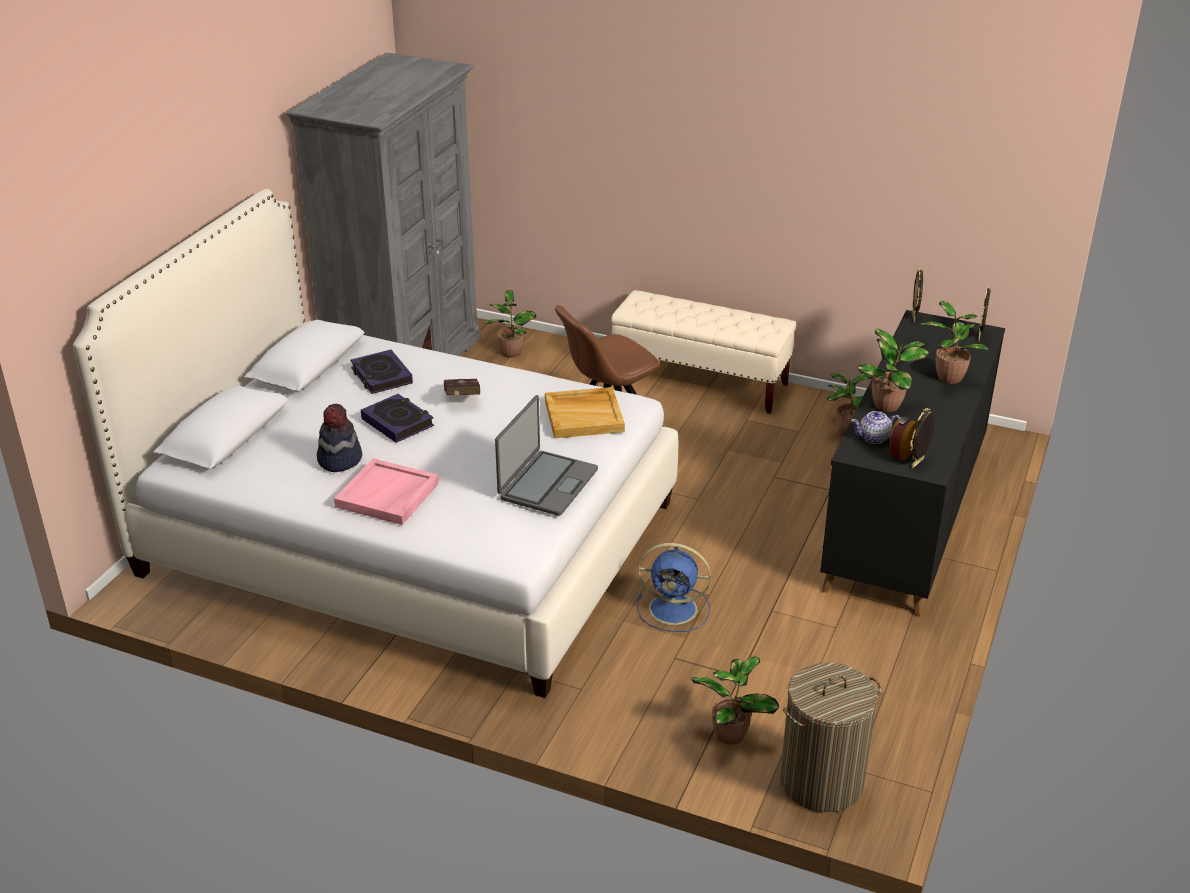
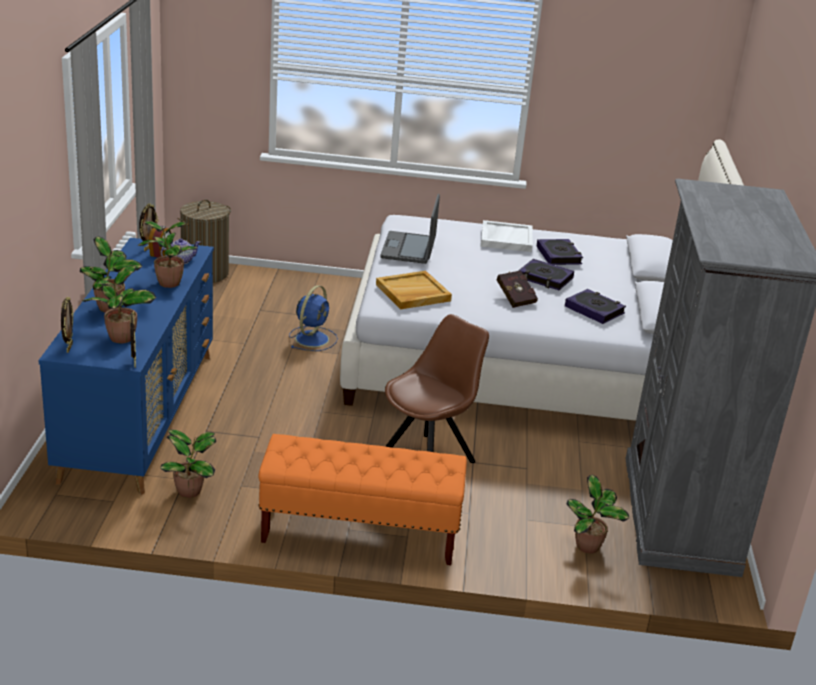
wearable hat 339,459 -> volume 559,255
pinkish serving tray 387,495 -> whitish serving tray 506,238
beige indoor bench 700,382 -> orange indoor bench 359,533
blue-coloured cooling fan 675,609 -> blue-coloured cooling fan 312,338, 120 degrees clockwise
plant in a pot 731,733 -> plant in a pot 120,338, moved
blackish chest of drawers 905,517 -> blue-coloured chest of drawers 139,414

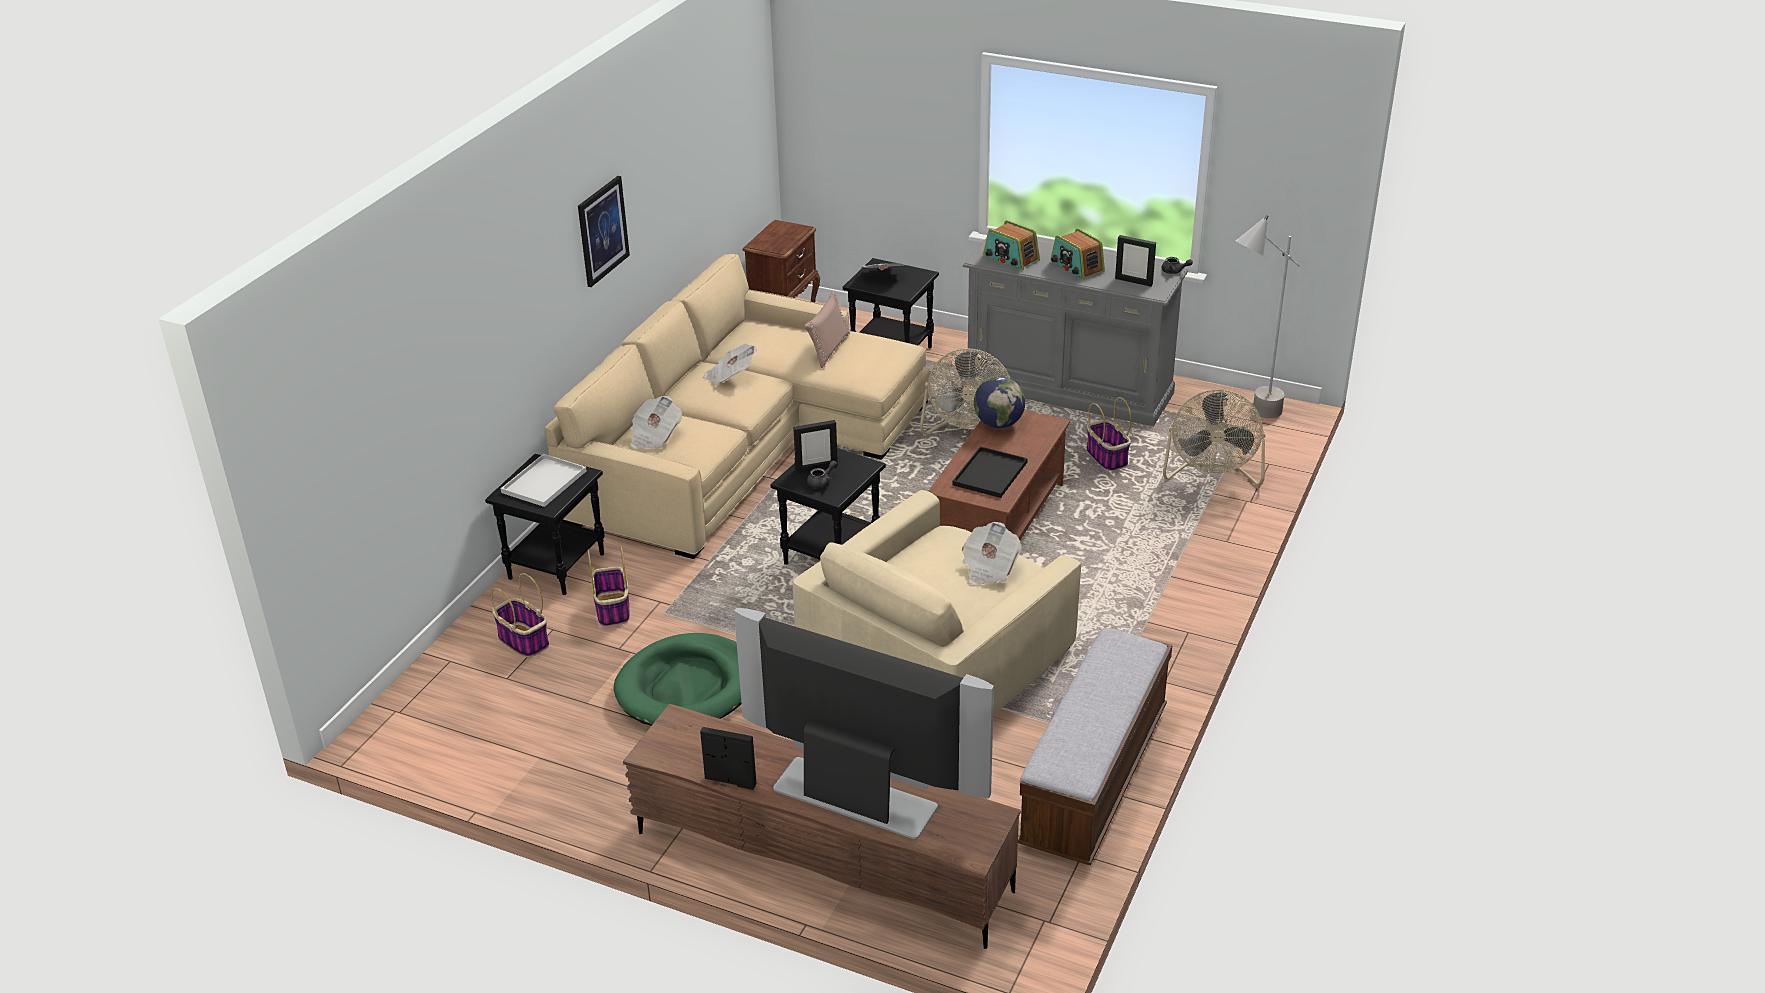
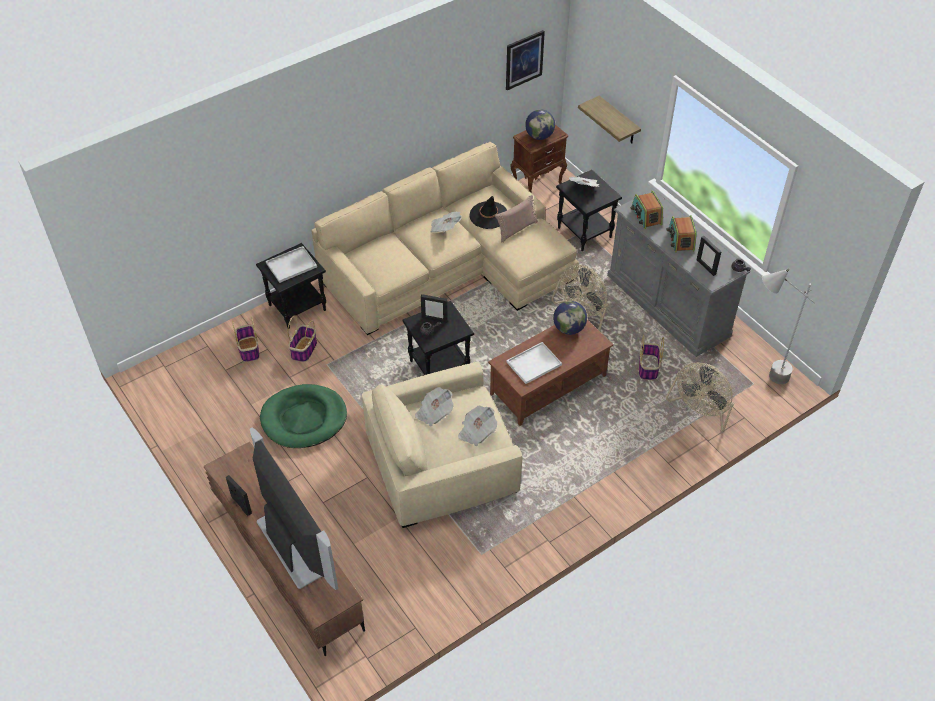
wall art 602,231 -> wall art 524,60, moved
newspaper 654,436 -> newspaper 434,413, moved
blackish serving tray 990,474 -> whitish serving tray 533,364
indoor bench 1094,778 -> none
none -> blackish wearable hat 488,215
none -> world globe 539,136
none -> wall shelf 618,121

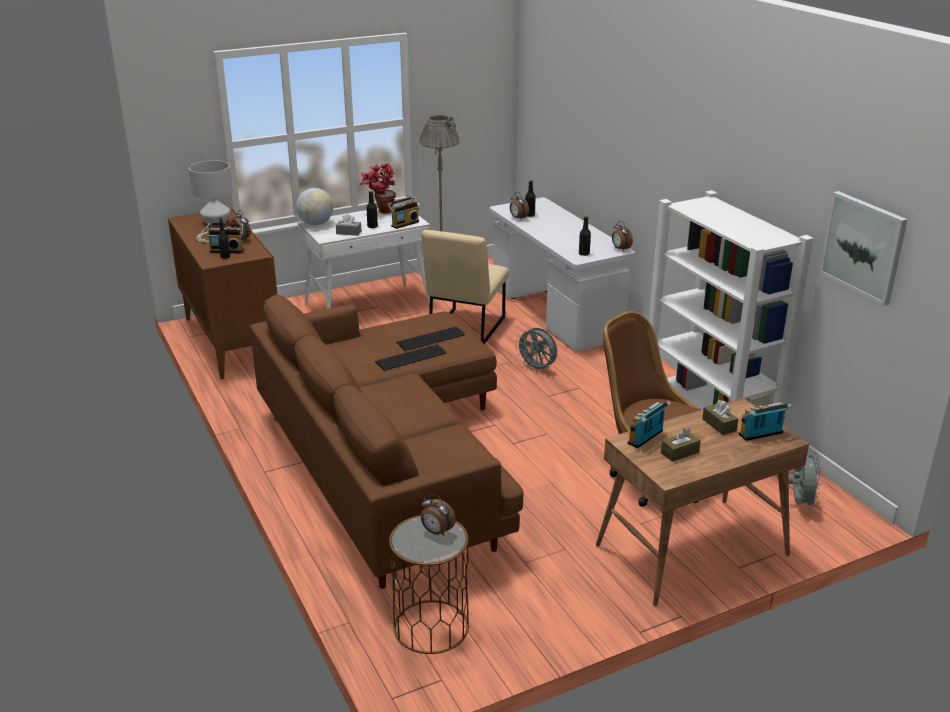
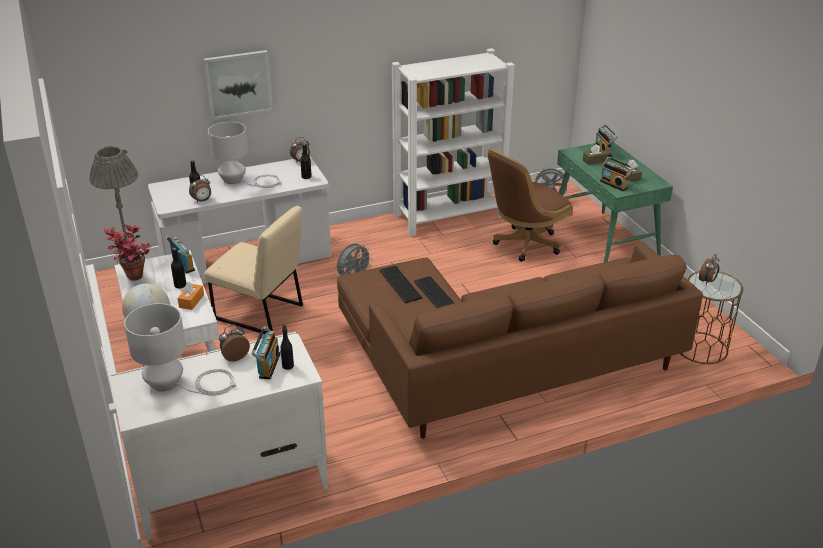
brown-coloured cabinet 231,341 -> whitish cabinet 231,487
greyish tissue box 348,232 -> orange tissue box 191,301
brown-coloured desk table 691,551 -> green desk table 603,243
wall art 863,247 -> wall art 238,84, moved
none -> greyish lamp for a table 246,180

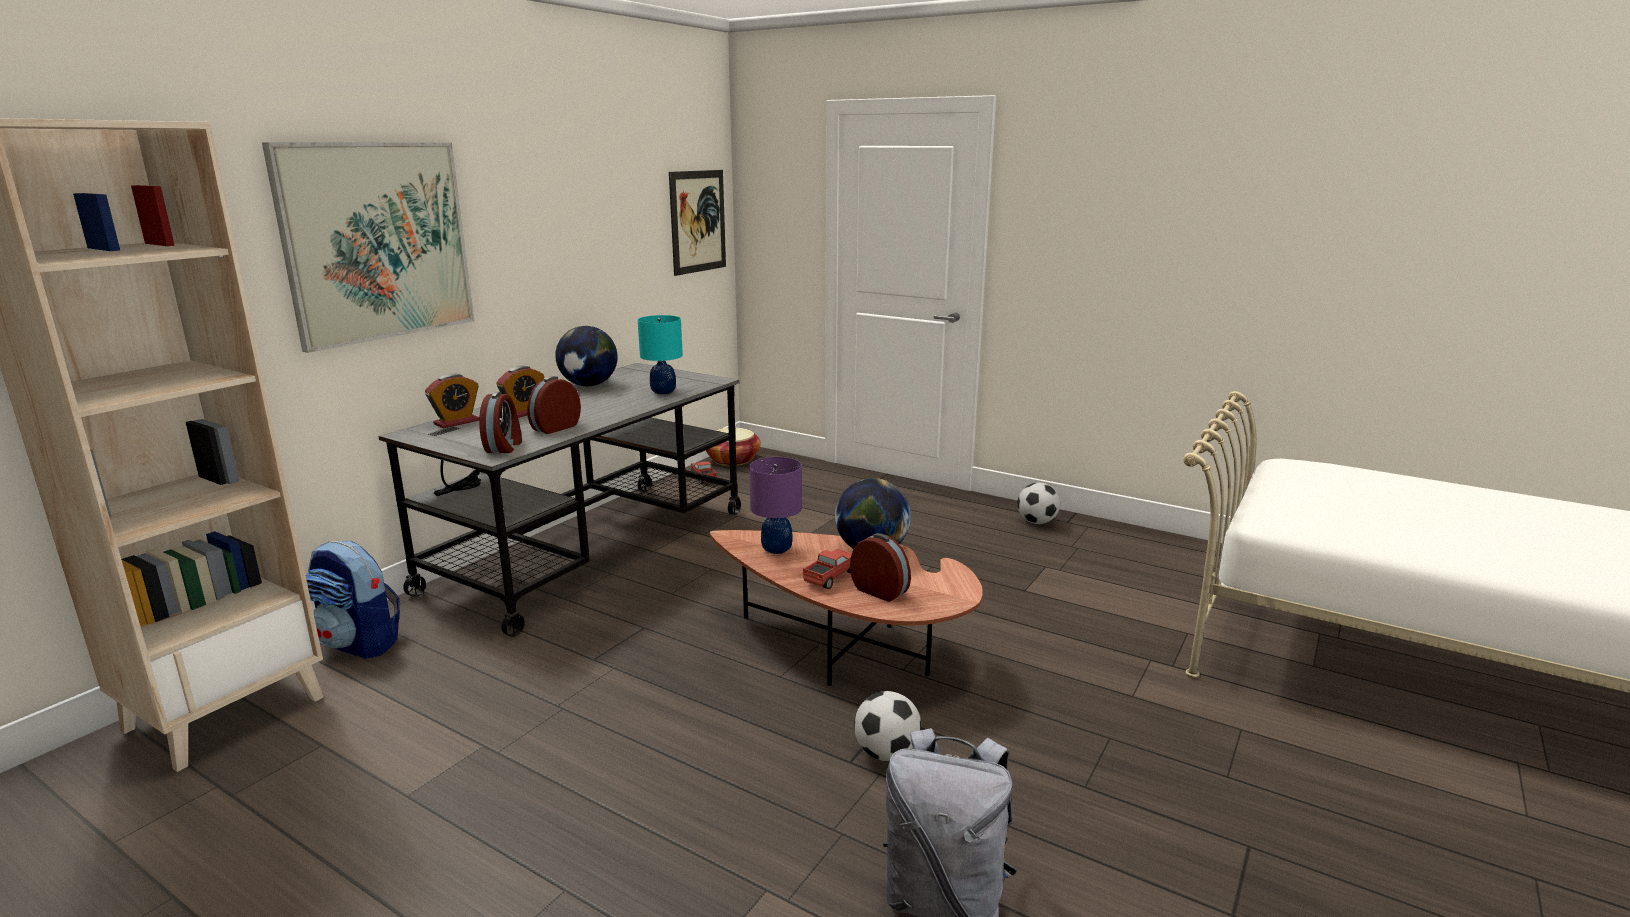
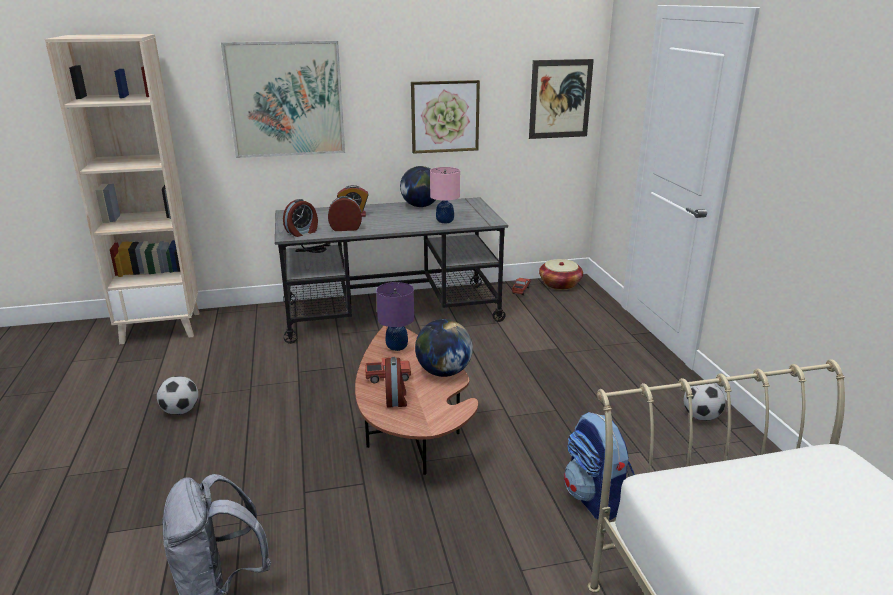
backpack 360,644 -> backpack 595,498, moved
table clock 456,422 -> none
turquoise-coloured lamp for a table 662,393 -> pinkish lamp for a table 444,222
football ball 886,753 -> football ball 180,411, moved
none -> wall art 445,116

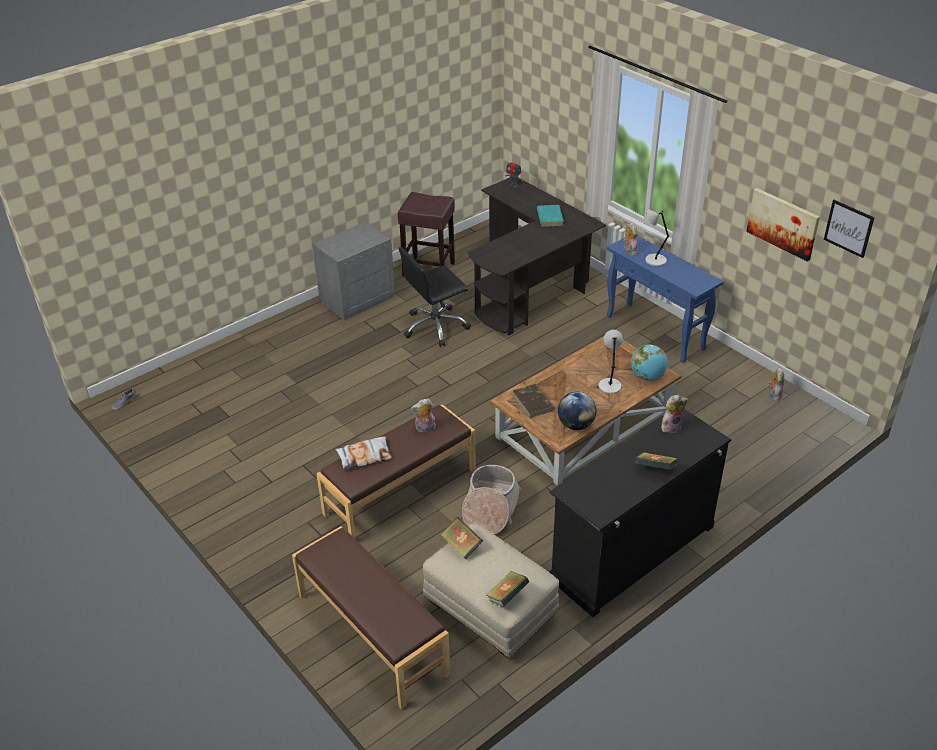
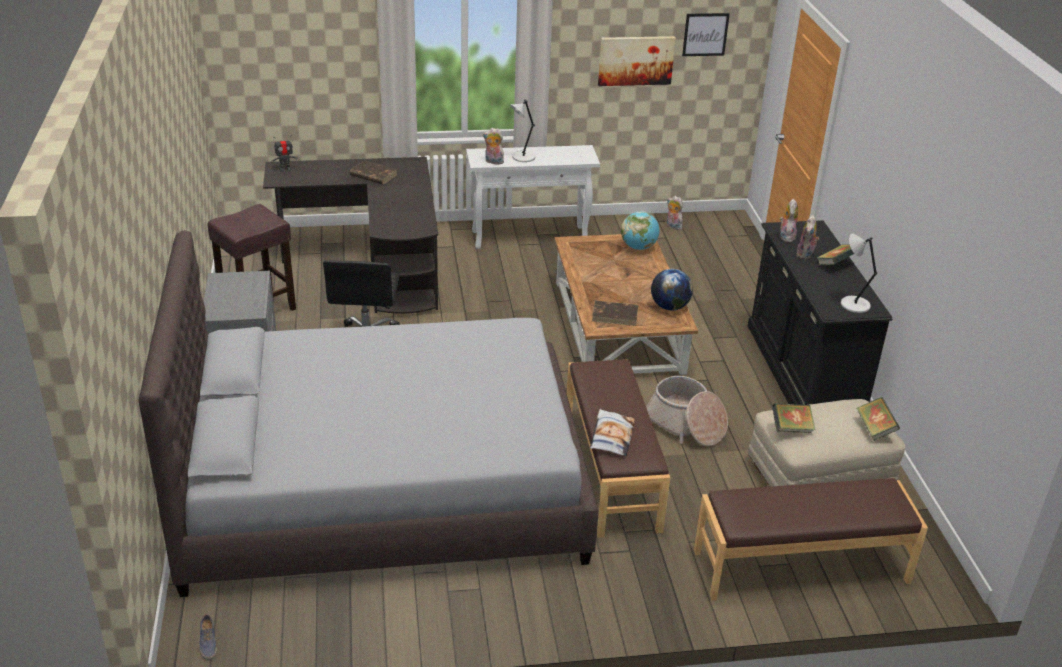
plush toy 425,429 -> plush toy 806,255, moved
turquoise-coloured volume 549,217 -> brown-coloured volume 373,175
greyish lamp for a table 609,385 -> greyish lamp for a table 853,304, moved
blue-coloured hall table 656,333 -> whitish hall table 530,237
none -> greyish sleeping bed 382,485

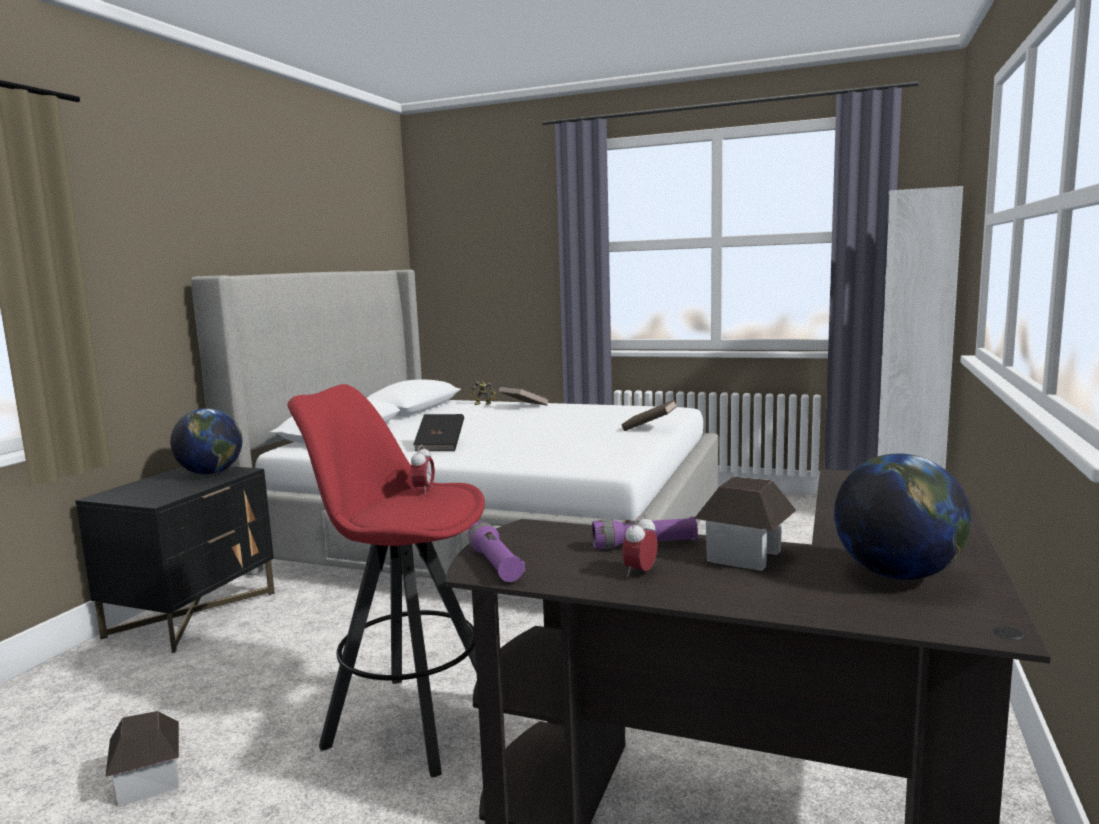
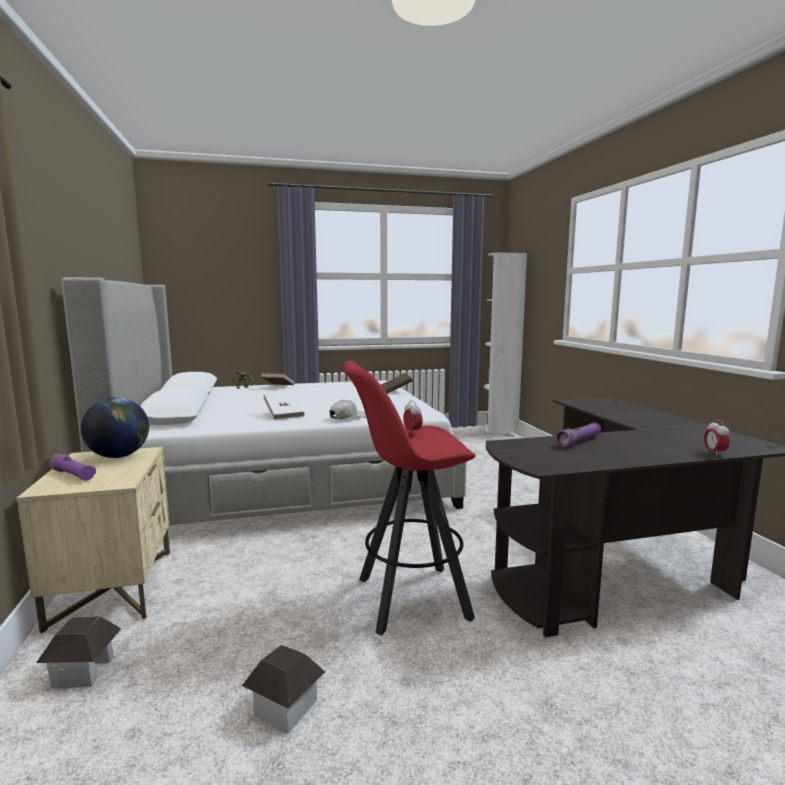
blackish nightstand 193,614 -> beige nightstand 113,587
blackish volume 440,446 -> whitish volume 284,414
purple flashlight 495,564 -> purple flashlight 72,475, moved
table clock 640,572 -> table clock 714,453, moved
model house 744,556 -> model house 84,671, moved
world globe 897,575 -> none
none -> whitish baseball cap 347,417

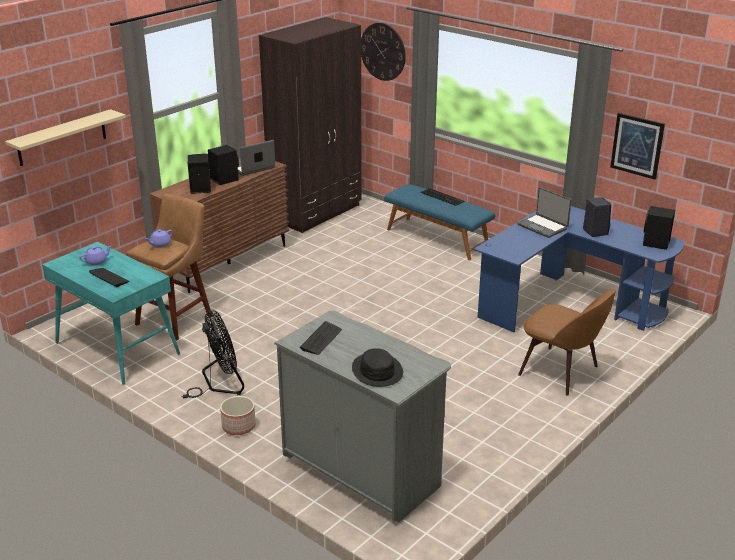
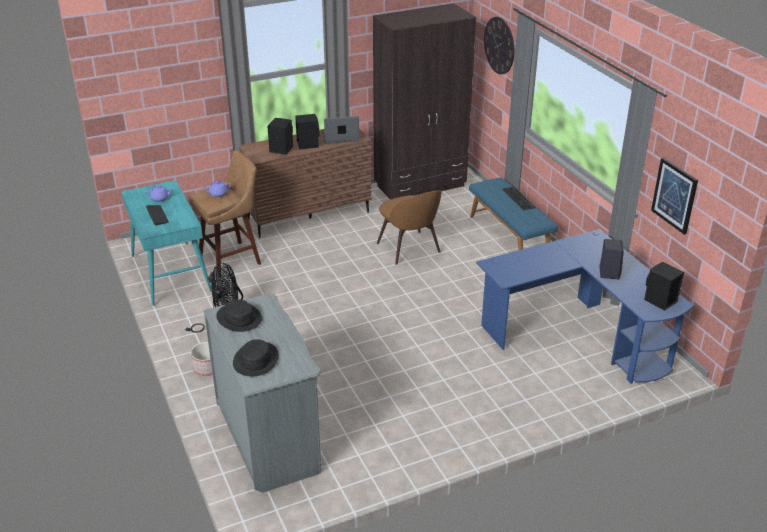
beige wall shelf 62,138 -> none
computer keyboard 321,339 -> blackish wearable hat 239,318
portable computer 543,226 -> none
brown-coloured chair 561,372 -> brown-coloured chair 409,249, moved

